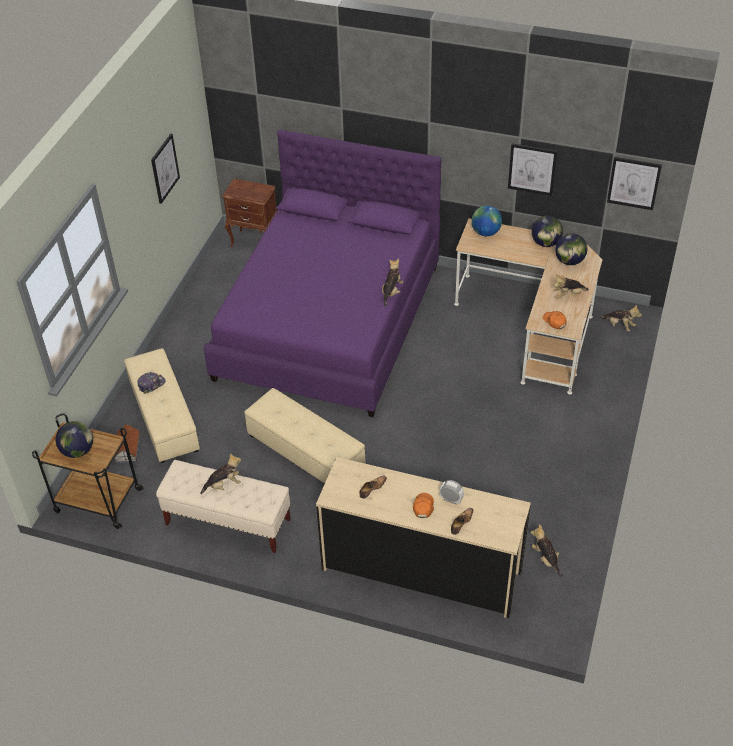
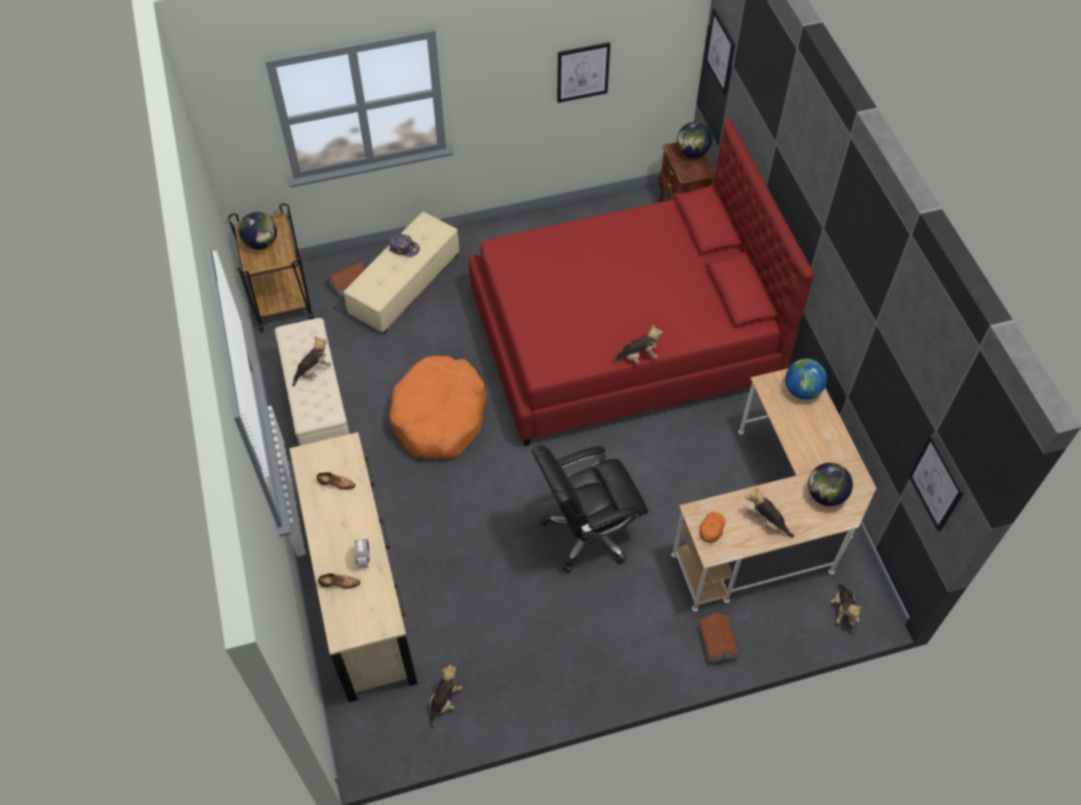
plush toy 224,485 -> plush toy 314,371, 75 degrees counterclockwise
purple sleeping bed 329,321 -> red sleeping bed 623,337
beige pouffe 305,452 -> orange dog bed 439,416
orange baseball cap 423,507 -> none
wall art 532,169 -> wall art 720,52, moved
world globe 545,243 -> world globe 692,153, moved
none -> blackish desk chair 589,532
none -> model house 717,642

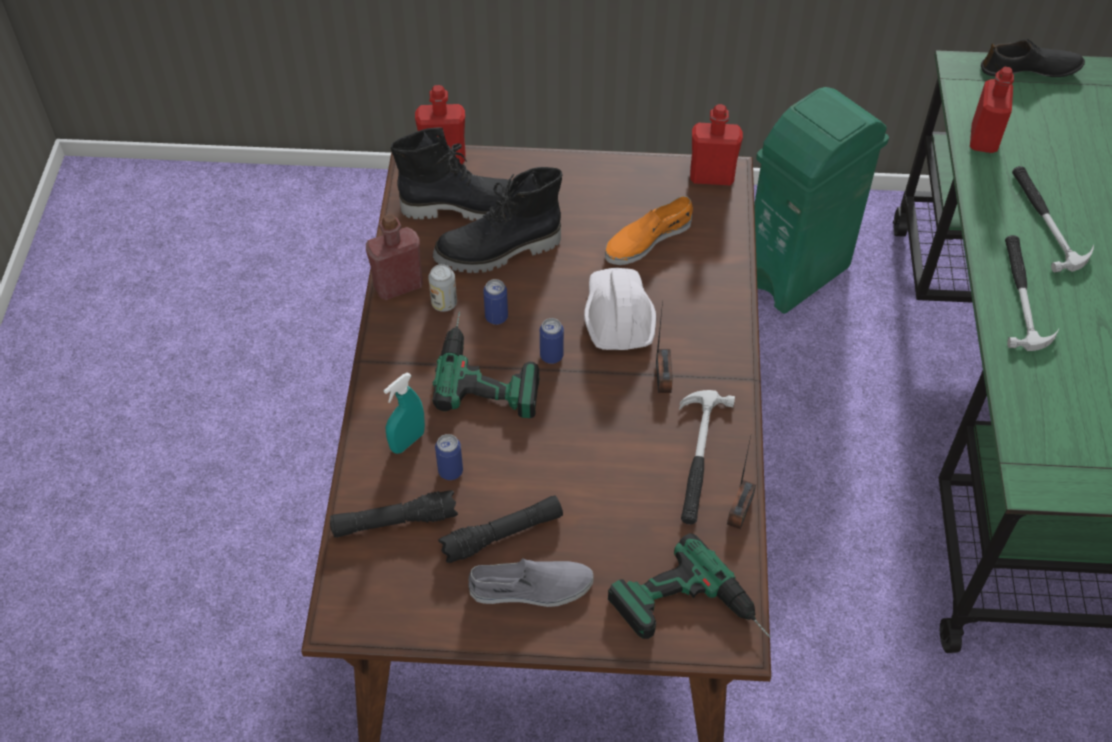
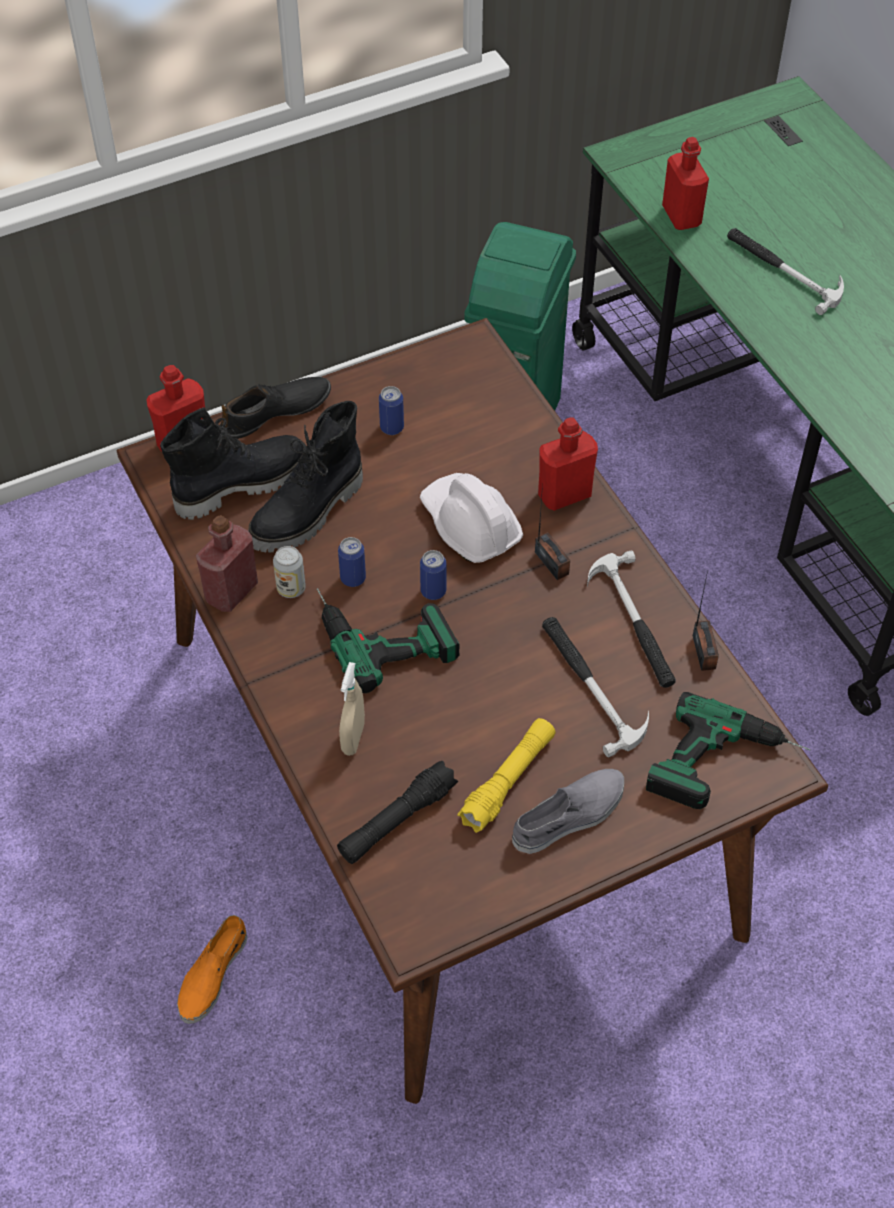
turquoise-coloured sprayer 407,441 -> beige sprayer 353,738
can 450,471 -> can 392,428, moved
blackish flashlight 502,535 -> yellow-coloured flashlight 508,781
orange shoe 647,239 -> orange shoe 212,974, moved
red beverage bottle 711,176 -> red beverage bottle 564,494, moved
blackish shoe 1030,69 -> blackish shoe 276,413, moved
hammer 1022,295 -> hammer 590,685, moved

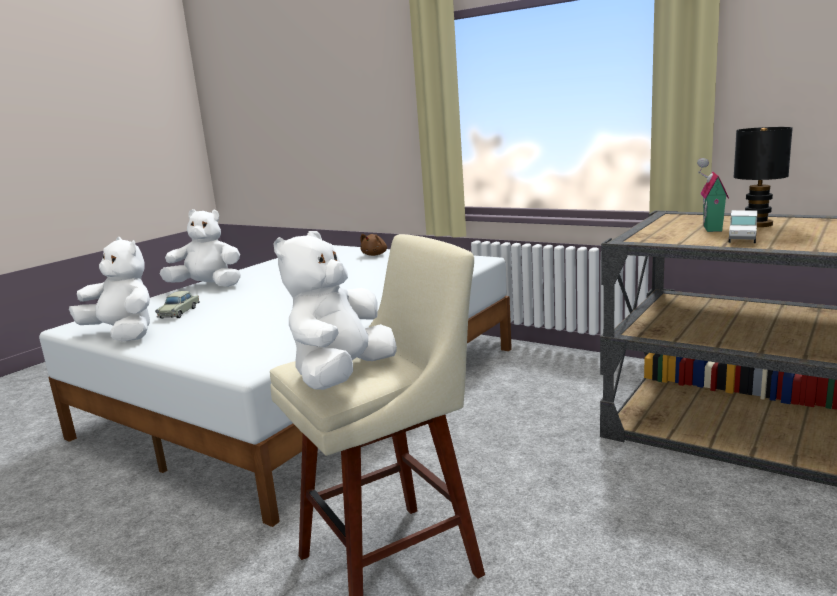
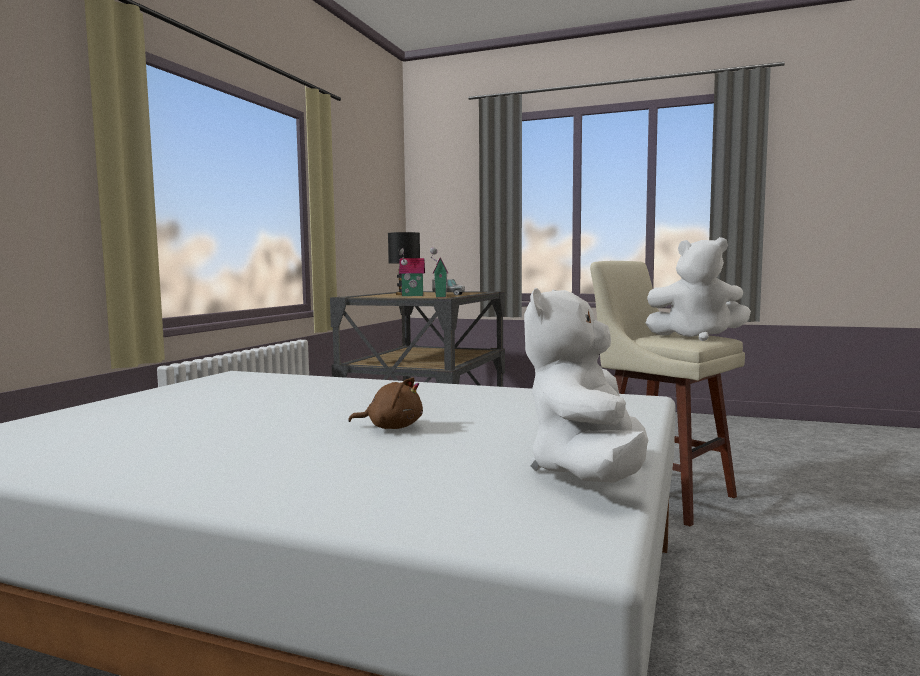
beige toy car 179,312 -> none
whitish plush toy 208,286 -> none
brown-coloured plush toy 375,255 -> brown-coloured plush toy 391,427, moved
none -> model house 439,296

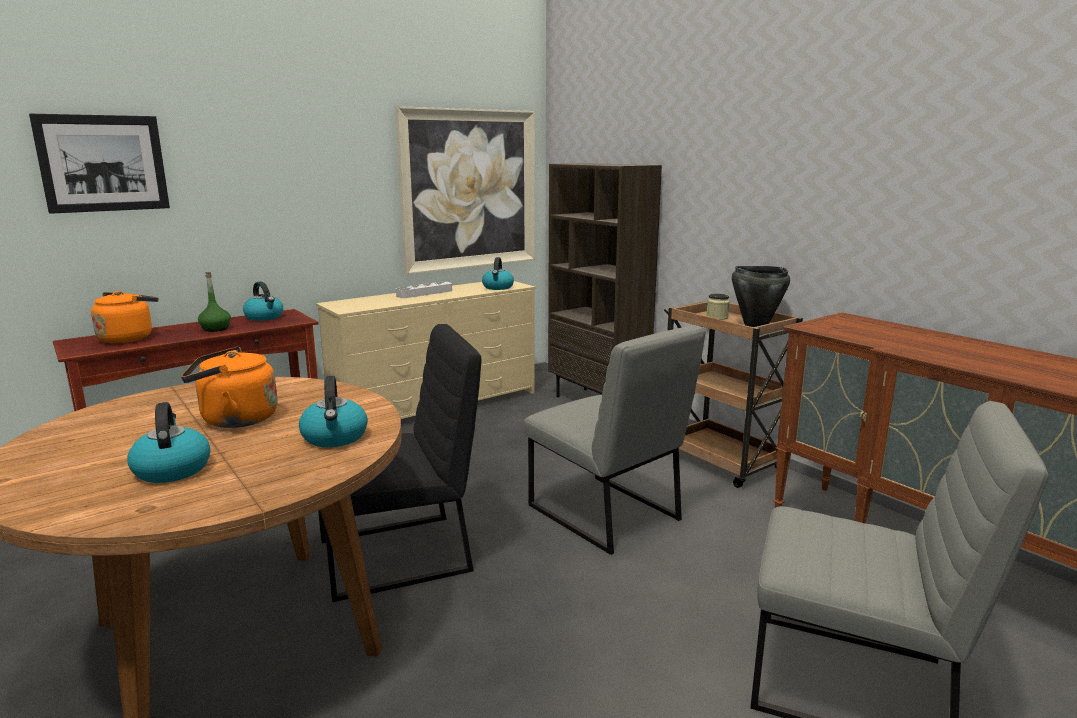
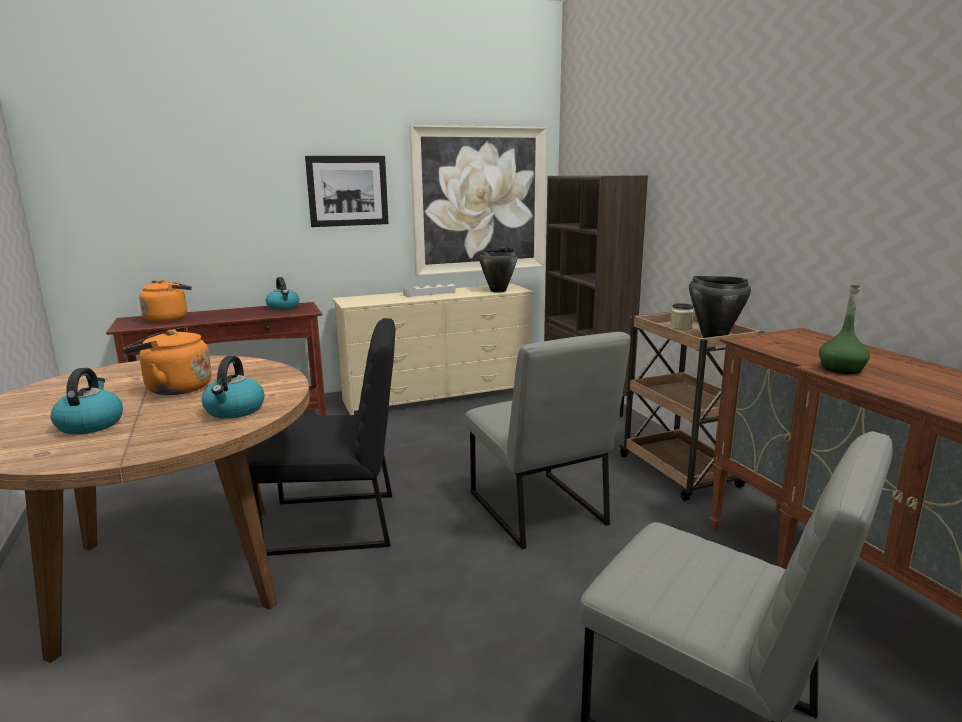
wall art 103,163 -> wall art 348,191, moved
green beverage bottle 215,329 -> green beverage bottle 841,369, moved
kettle 498,287 -> blackish stockpot 498,291

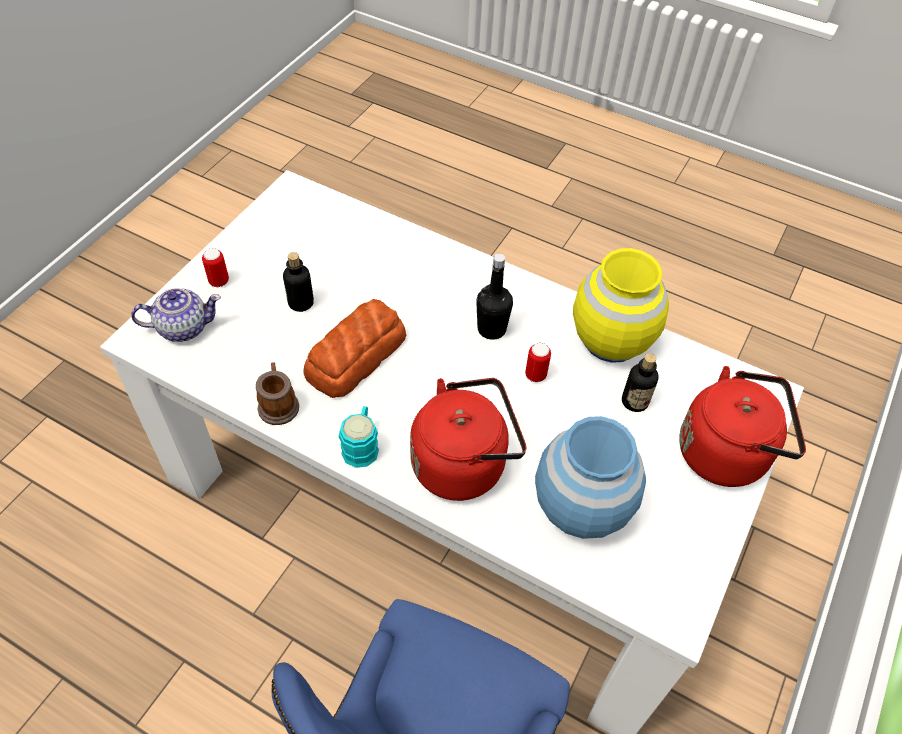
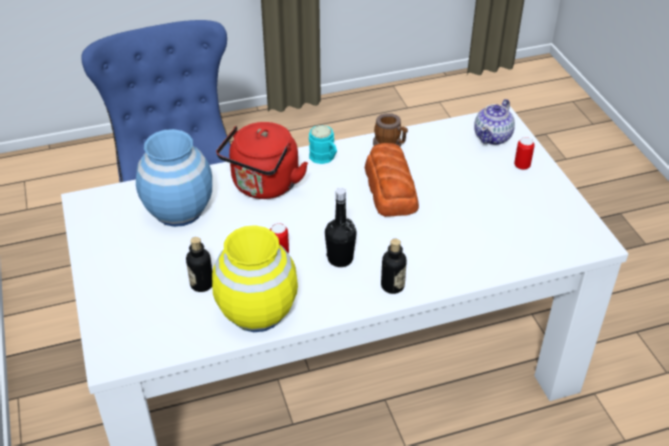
beverage bottle 301,303 -> beverage bottle 392,286, moved
red kettle 727,452 -> none

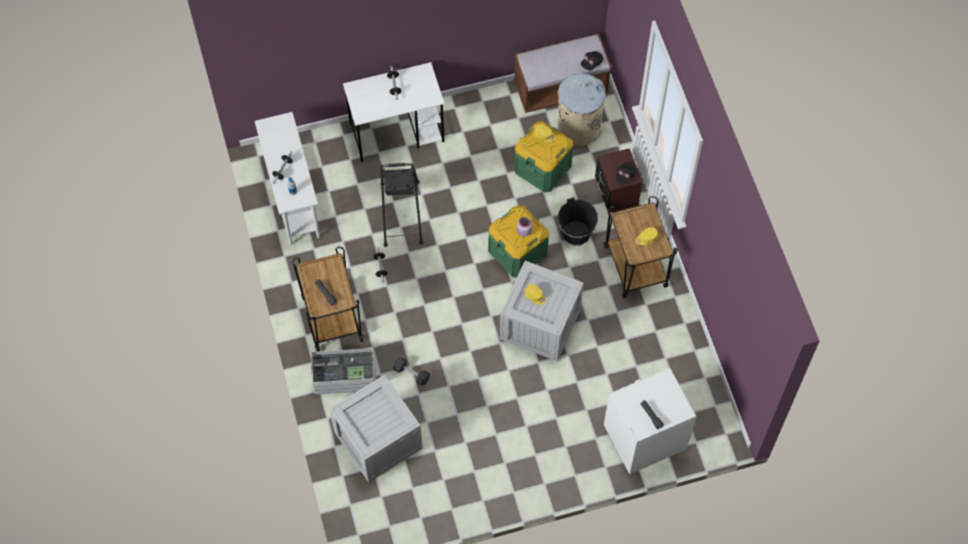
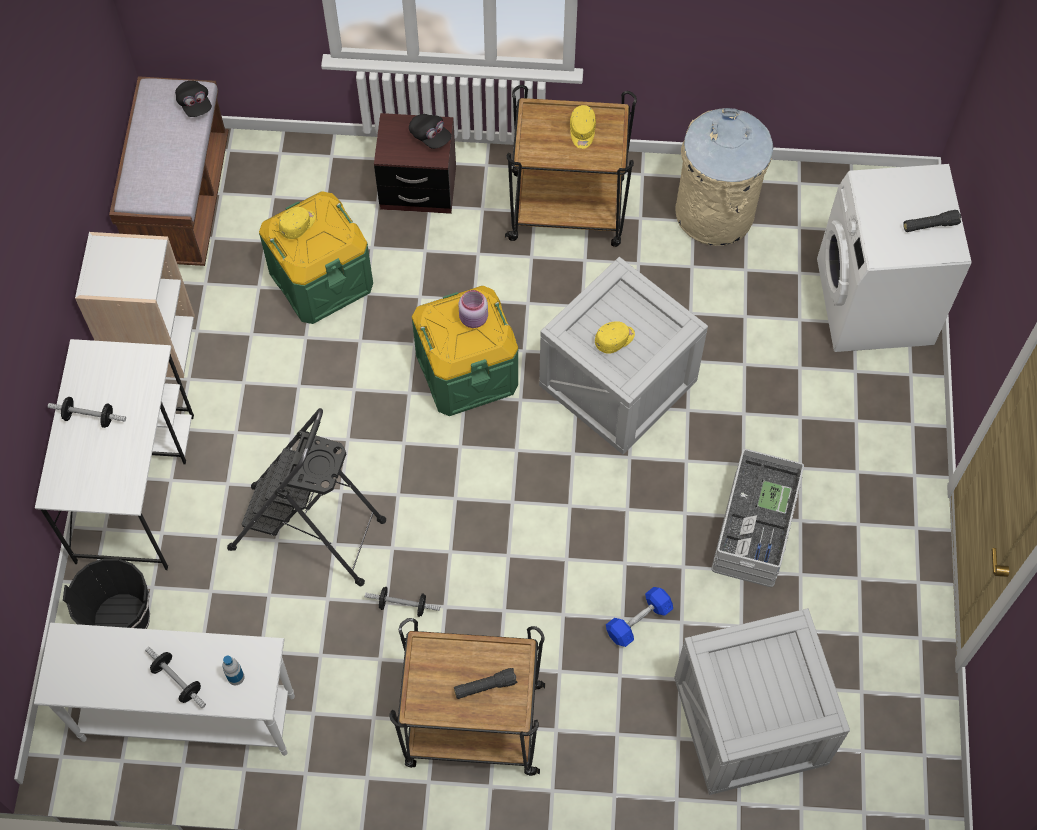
greyish storage bin 344,377 -> greyish storage bin 755,528, moved
greyish free weight 411,374 -> blue-coloured free weight 638,621
beige trash can 578,127 -> beige trash can 714,213, moved
blackish water bucket 576,233 -> blackish water bucket 122,619, moved
none -> bookshelf 152,343

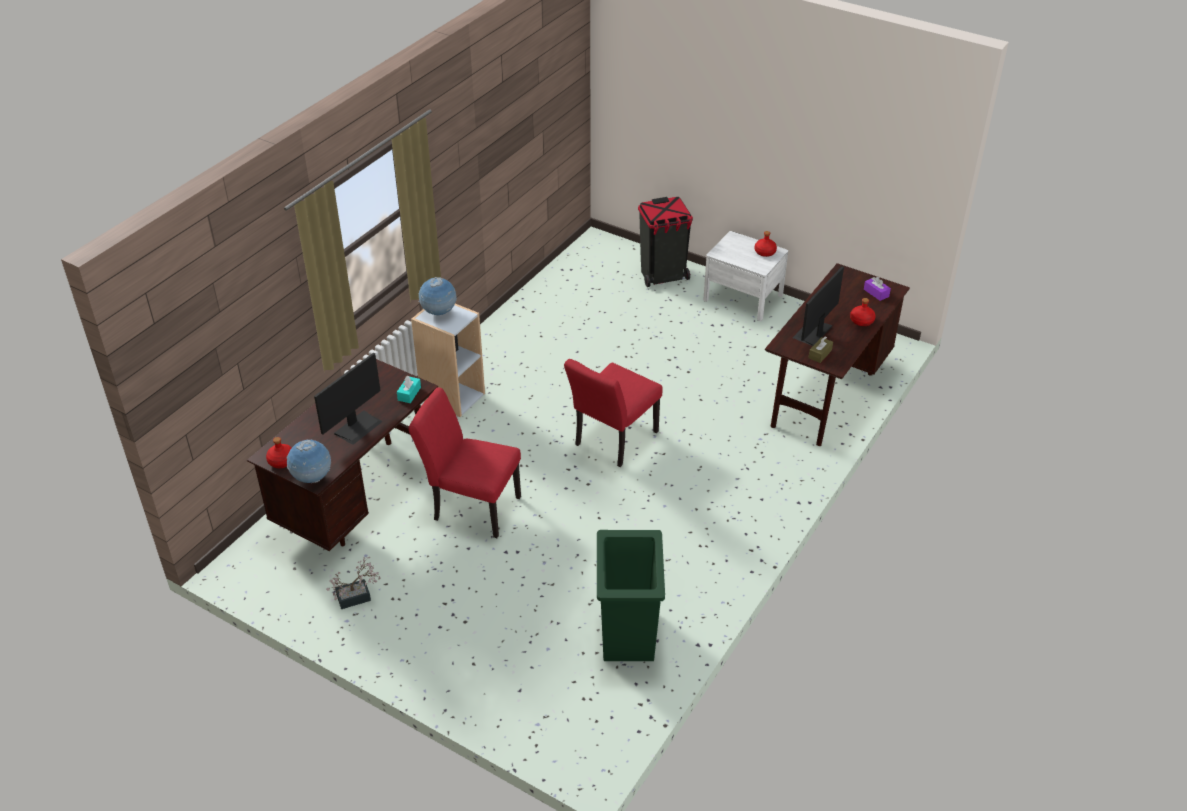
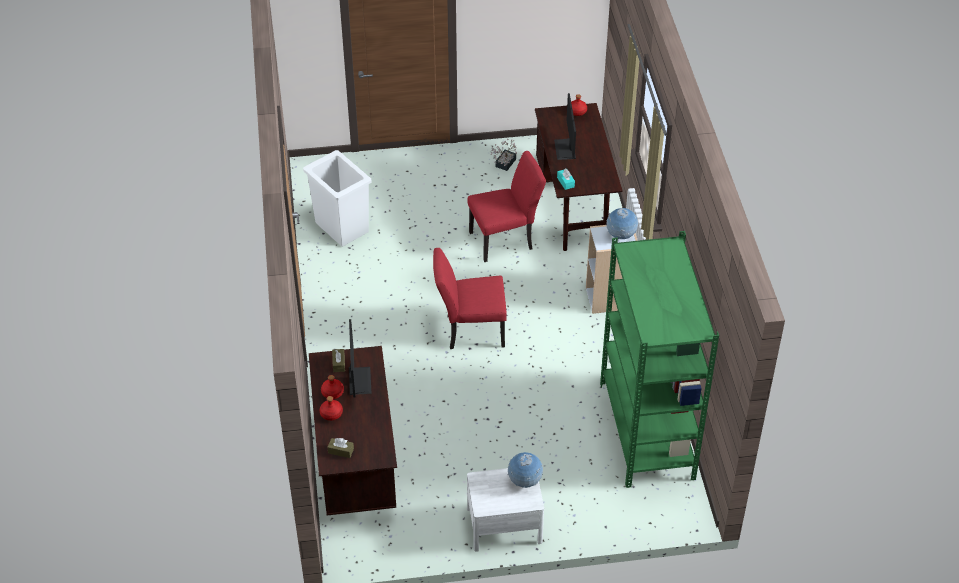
world globe 312,478 -> world globe 524,481, moved
red chair 612,441 -> red chair 469,331, 90 degrees counterclockwise
green trash can 627,635 -> whitish trash can 342,227
blackish trash can 663,276 -> none
red beverage bottle 764,252 -> red beverage bottle 332,392, moved
purple tissue box 876,293 -> brown-coloured tissue box 341,451
none -> green bookshelf 646,430

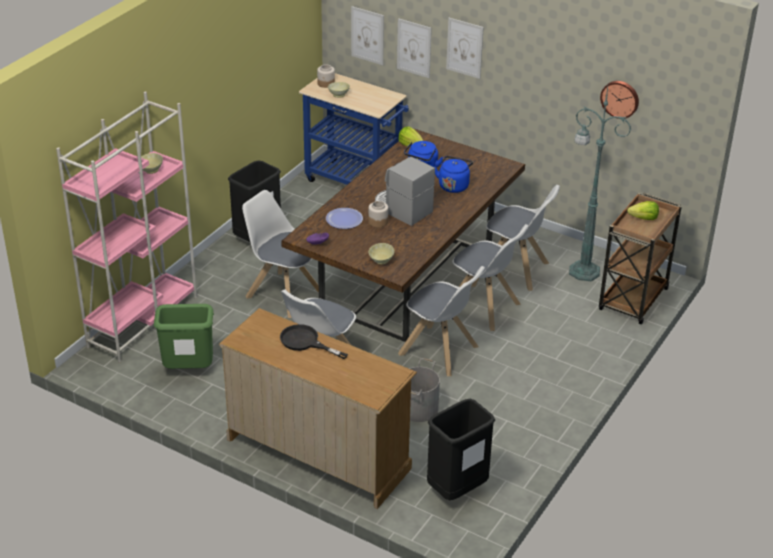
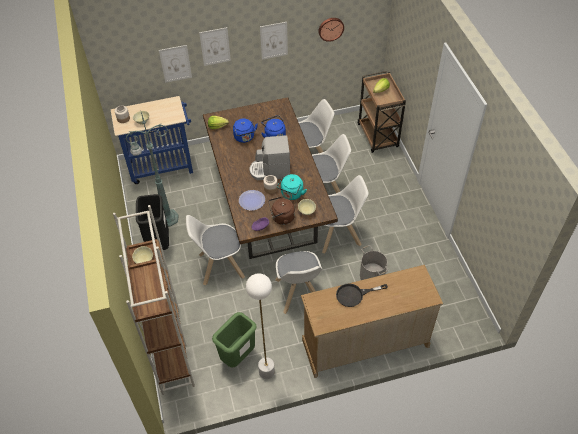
pinkish bookshelf 143,321 -> brown-coloured bookshelf 170,349
wall art 367,35 -> wall art 274,40, moved
blackish trash can 457,490 -> none
green standing lamp 582,271 -> green standing lamp 166,218, moved
none -> whitish standing lamp 266,372
none -> brown-coloured kettle 281,218
none -> turquoise-coloured kettle 291,194

